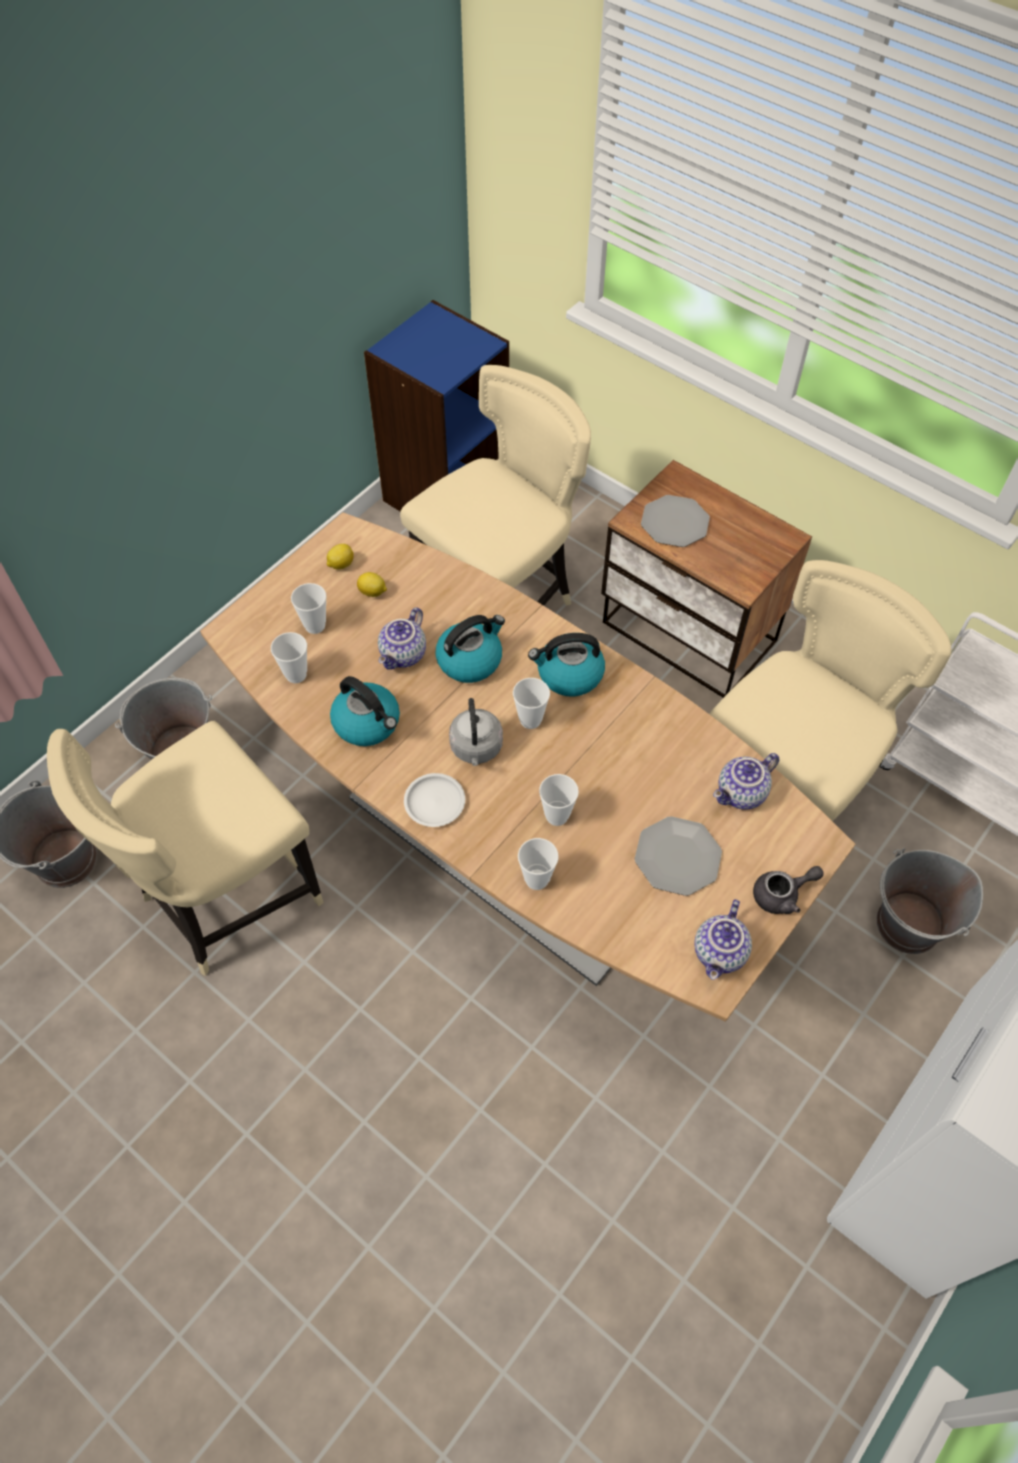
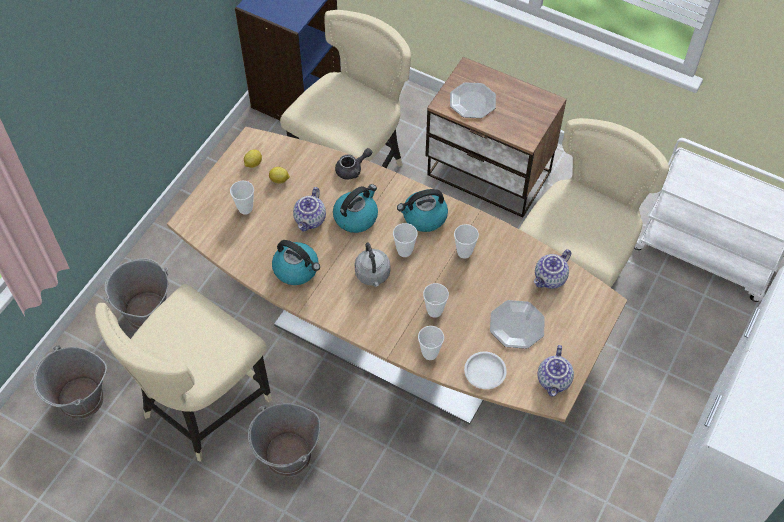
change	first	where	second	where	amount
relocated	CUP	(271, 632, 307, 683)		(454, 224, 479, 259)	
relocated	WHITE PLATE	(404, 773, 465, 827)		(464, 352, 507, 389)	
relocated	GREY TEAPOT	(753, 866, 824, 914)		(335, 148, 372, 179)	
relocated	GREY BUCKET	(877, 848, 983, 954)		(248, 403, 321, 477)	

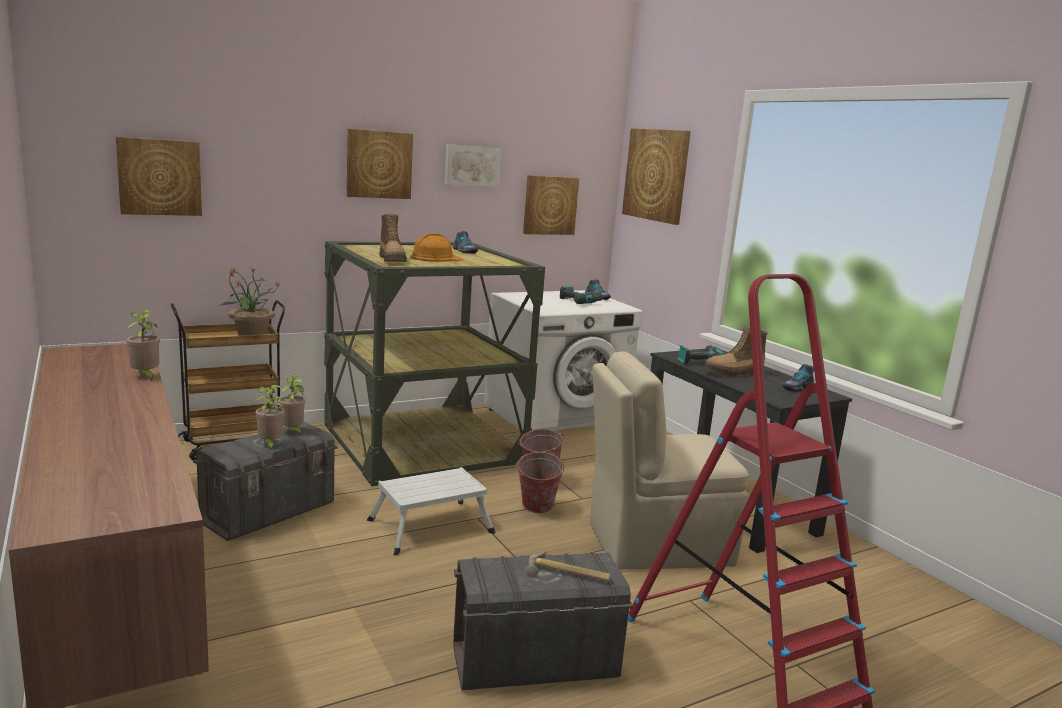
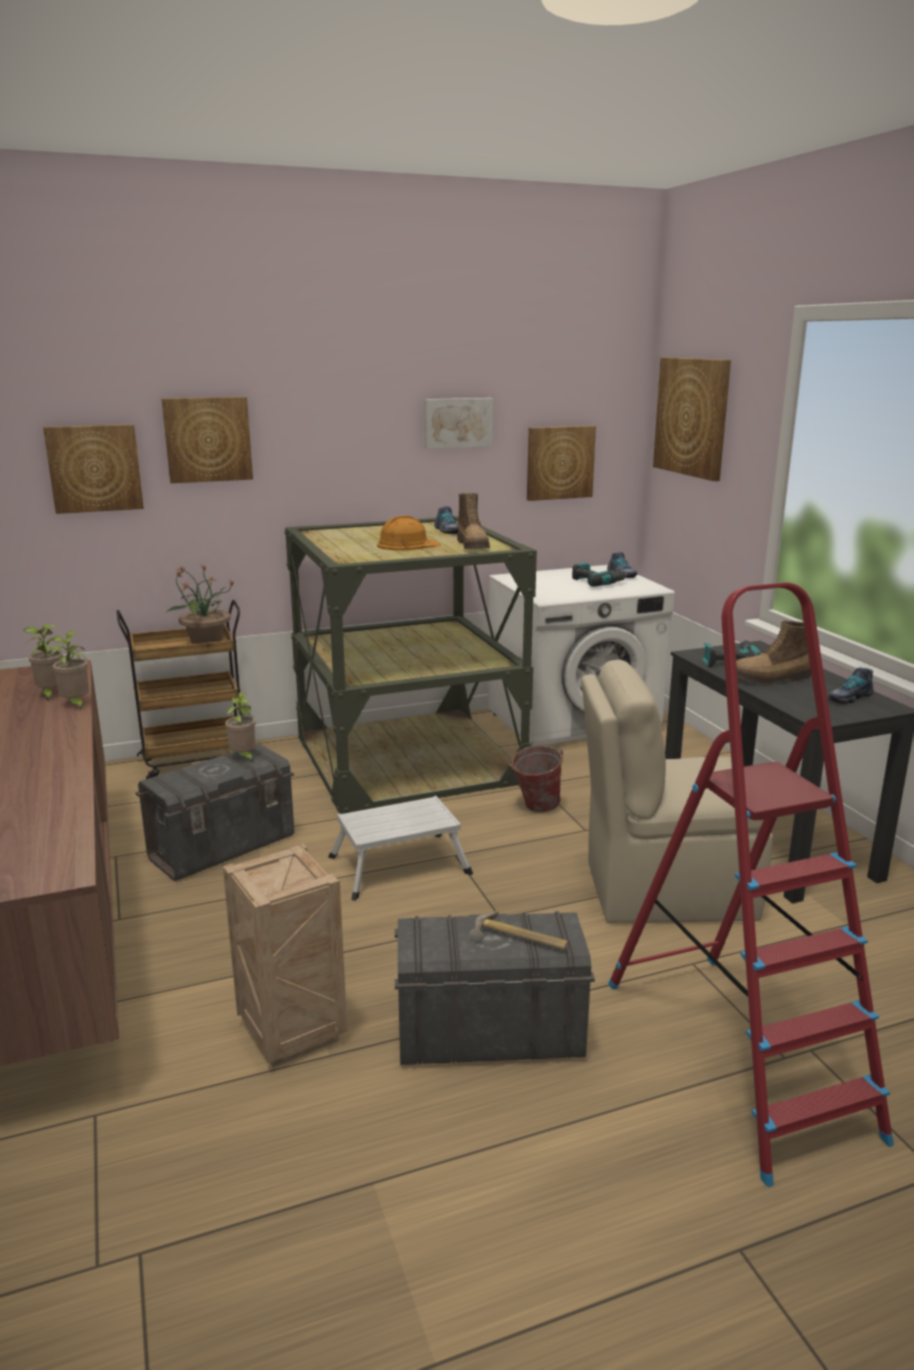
change	first	where	second	where	amount
missing	BUCKET	(514, 452, 564, 513)			
appeared			CRATE	(223, 843, 347, 1068)	
relocated	POTTED PLANT	(255, 384, 284, 451)		(23, 624, 63, 701)	
relocated	PICTURE	(347, 129, 413, 199)		(162, 397, 253, 483)	
relocated	BOOT	(379, 214, 407, 262)		(457, 493, 490, 549)	

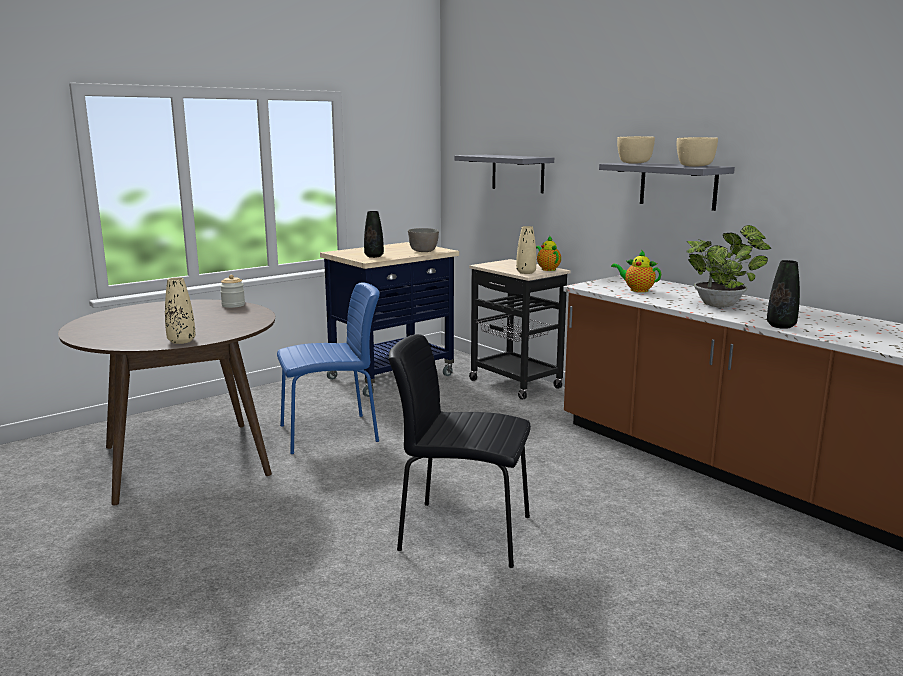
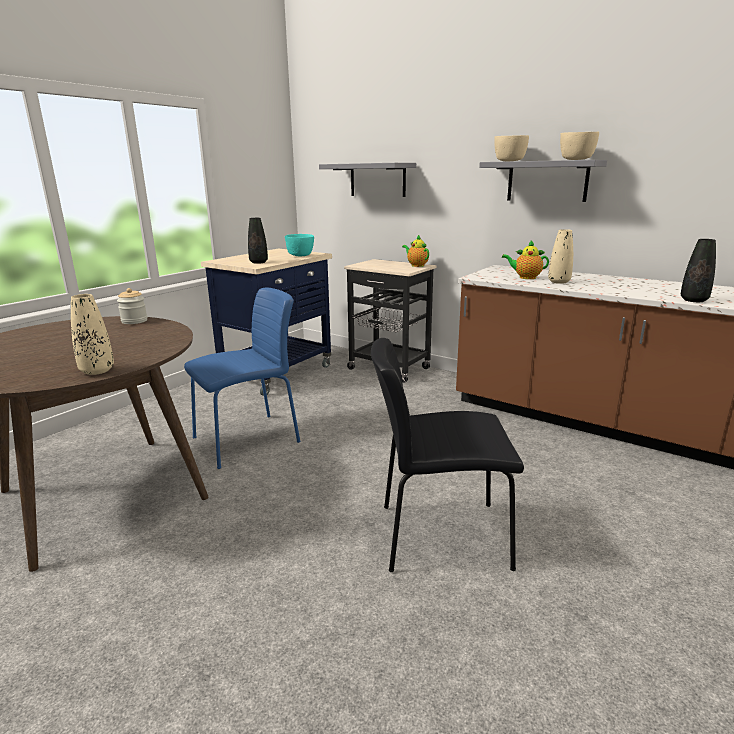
change	first	where	second	where	amount
missing	POTTED PLANT	(686, 225, 771, 307)			
relocated	BEIGE VASE	(516, 226, 536, 274)		(548, 229, 573, 284)	
colour	GREY BOWL	(408, 228, 439, 252)	TURQUOISE BOWL	(285, 234, 314, 256)	

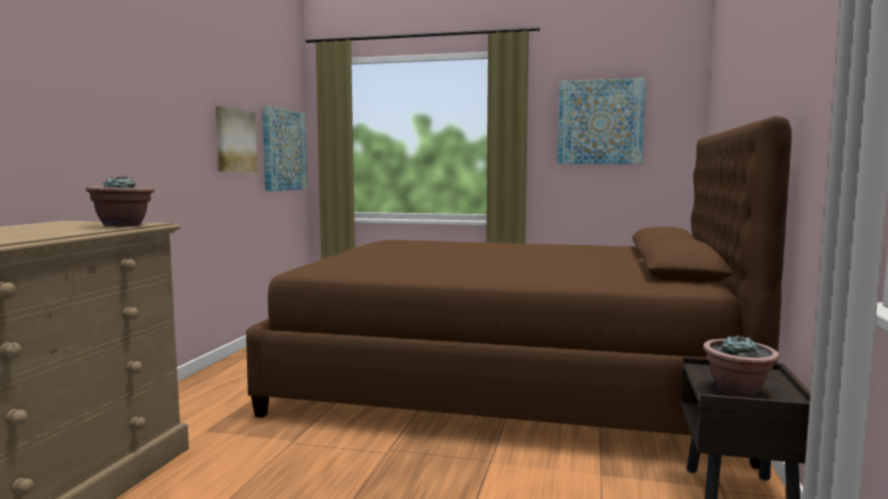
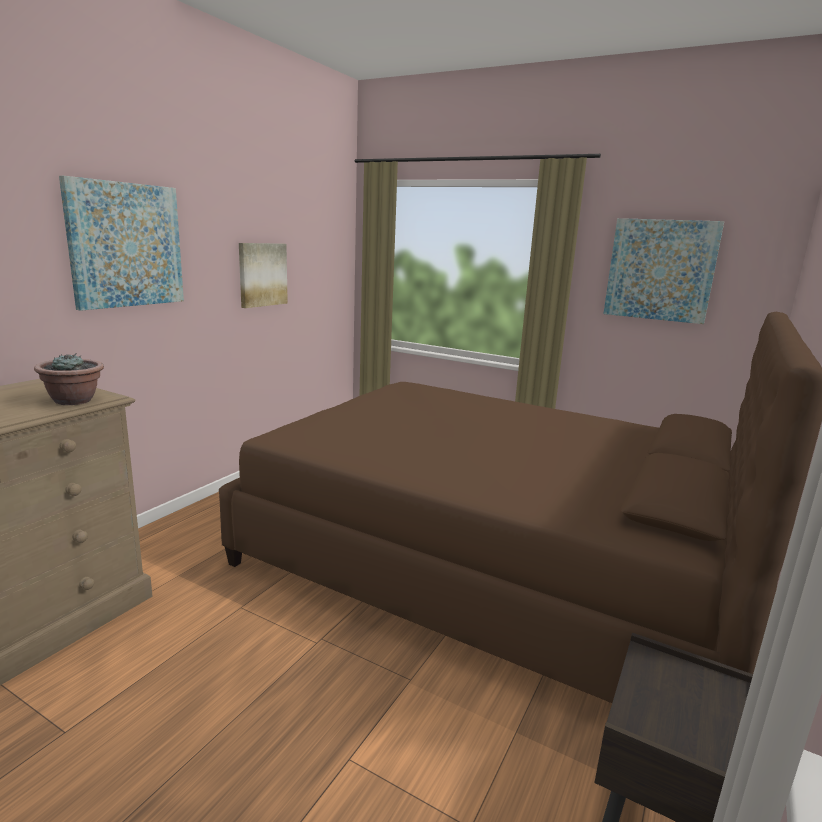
change	first	where	second	where	amount
missing	POTTED PLANT	(703, 334, 780, 396)			
relocated	PICTURE	(262, 105, 307, 191)		(59, 176, 184, 311)	

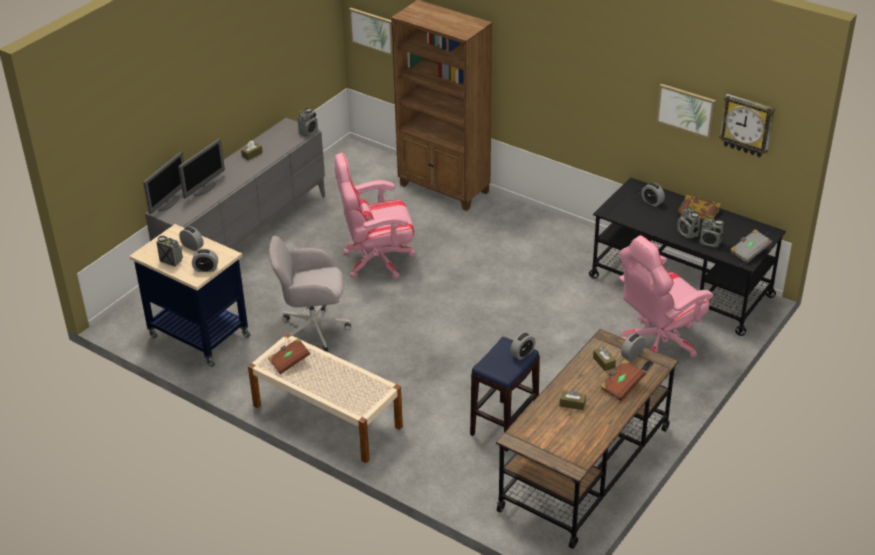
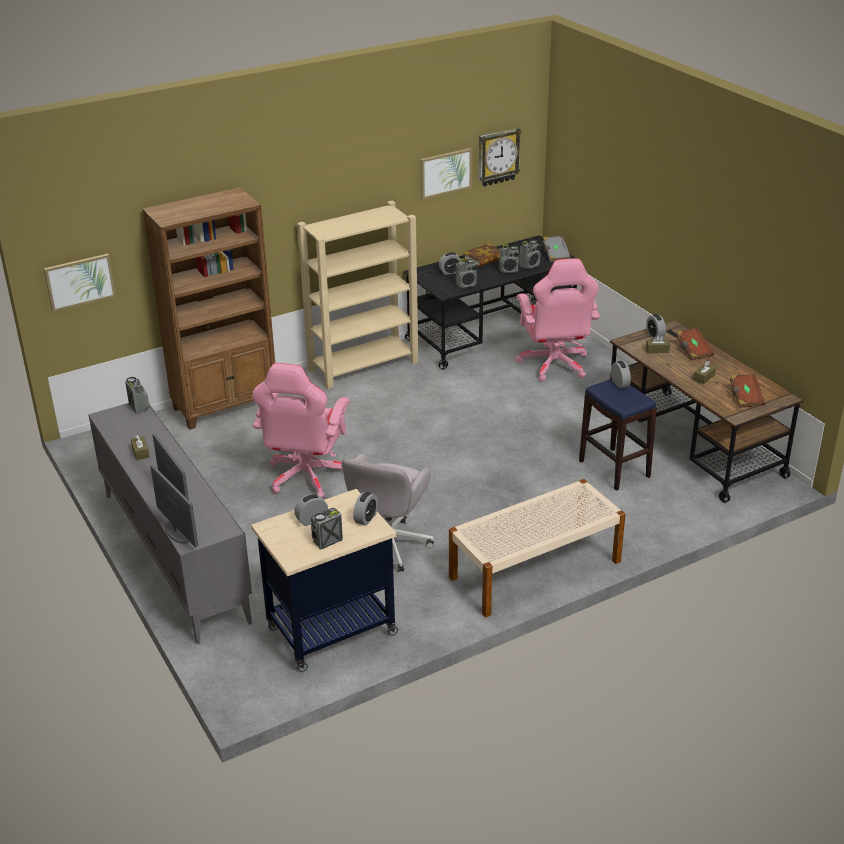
change	first	where	second	where	amount
appeared			BEIGE BOOKCASE	(297, 201, 418, 390)	
appeared			RADIO	(456, 259, 477, 288)	
relocated	BROWN BOOK	(268, 338, 310, 374)		(730, 374, 765, 408)	

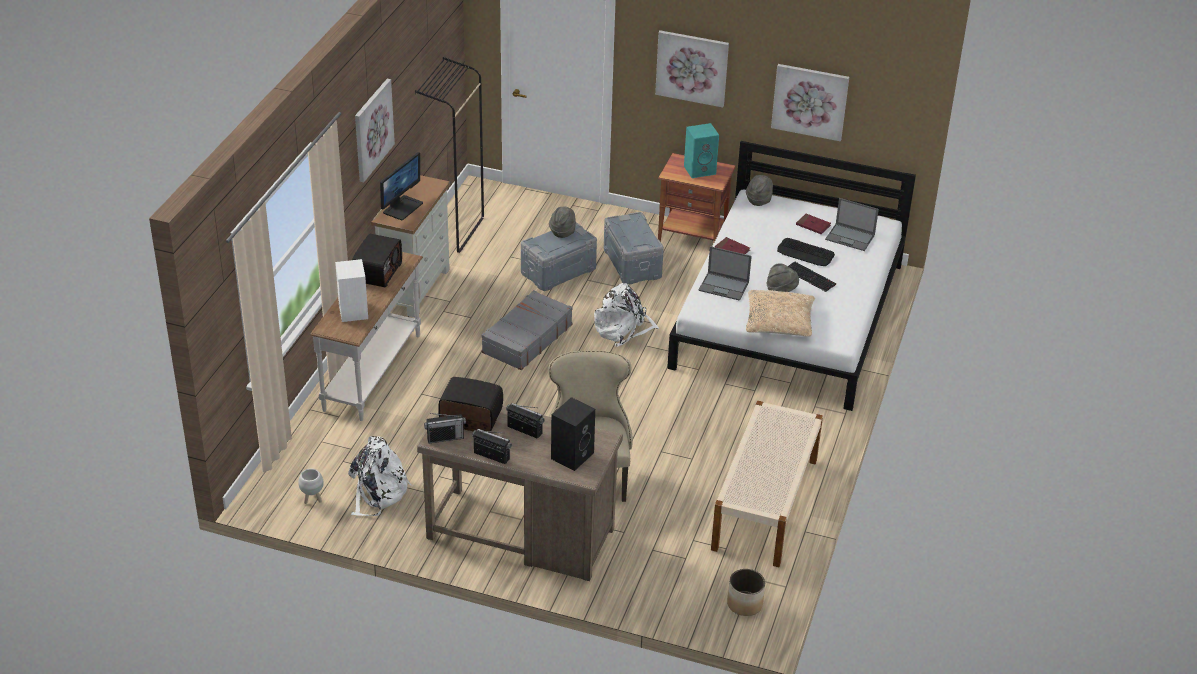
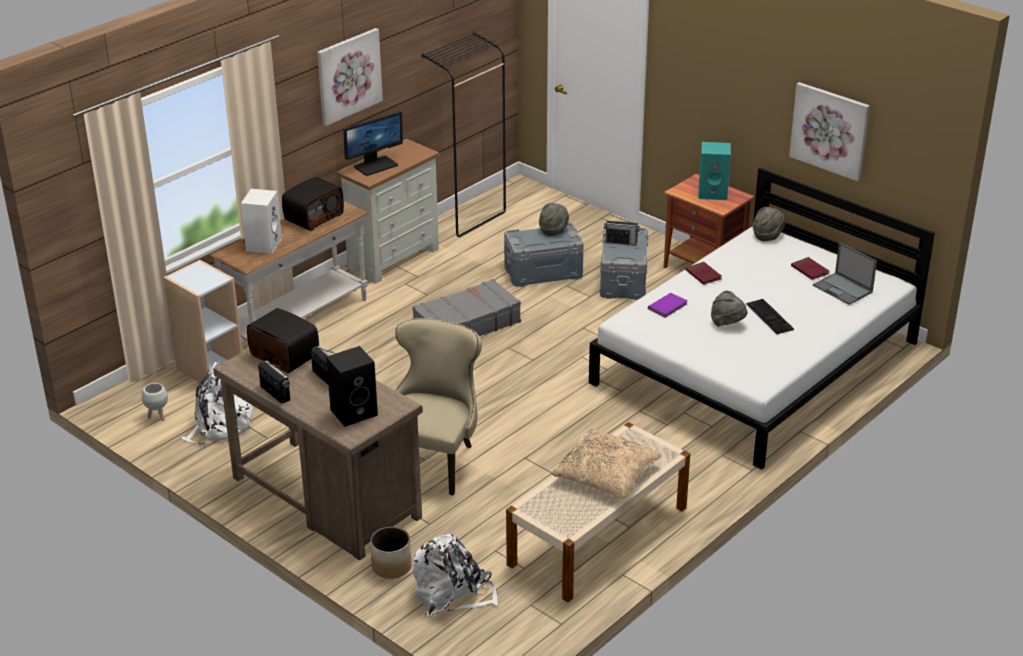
change	first	where	second	where	amount
missing	PICTURE	(655, 30, 729, 108)			
missing	KEYBOARD	(777, 238, 835, 266)			
appeared			BOOKCASE	(163, 260, 243, 386)	
relocated	RADIO	(424, 413, 466, 444)		(604, 214, 640, 246)	
relocated	WHITE BACKPACK	(594, 283, 659, 347)		(413, 534, 498, 617)	
relocated	PLANTER	(727, 569, 765, 616)		(370, 527, 412, 579)	
relocated	BEIGE PILLOW	(746, 290, 815, 337)		(551, 428, 662, 499)	
exchanged	LAPTOP	(698, 246, 752, 301)	PURPLE BOOK	(648, 293, 687, 318)	

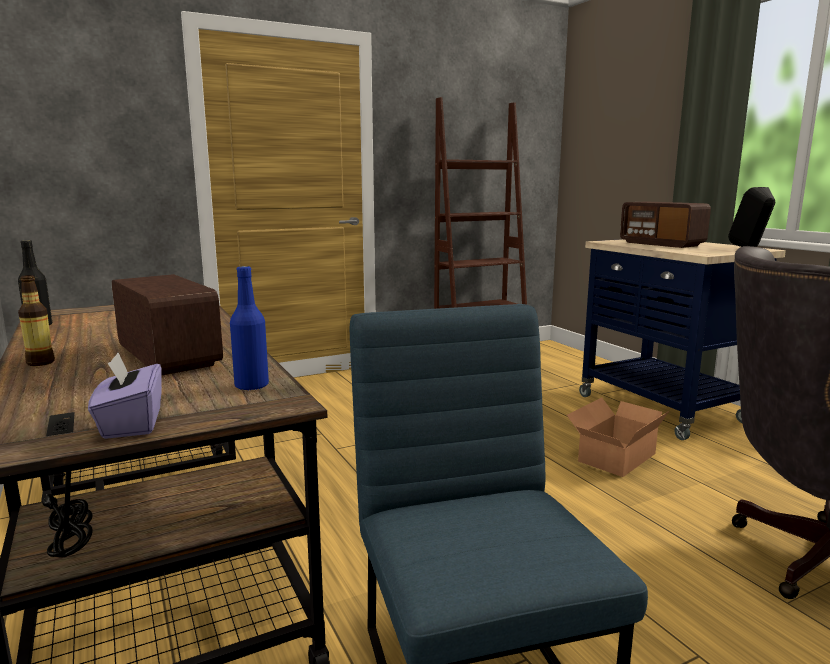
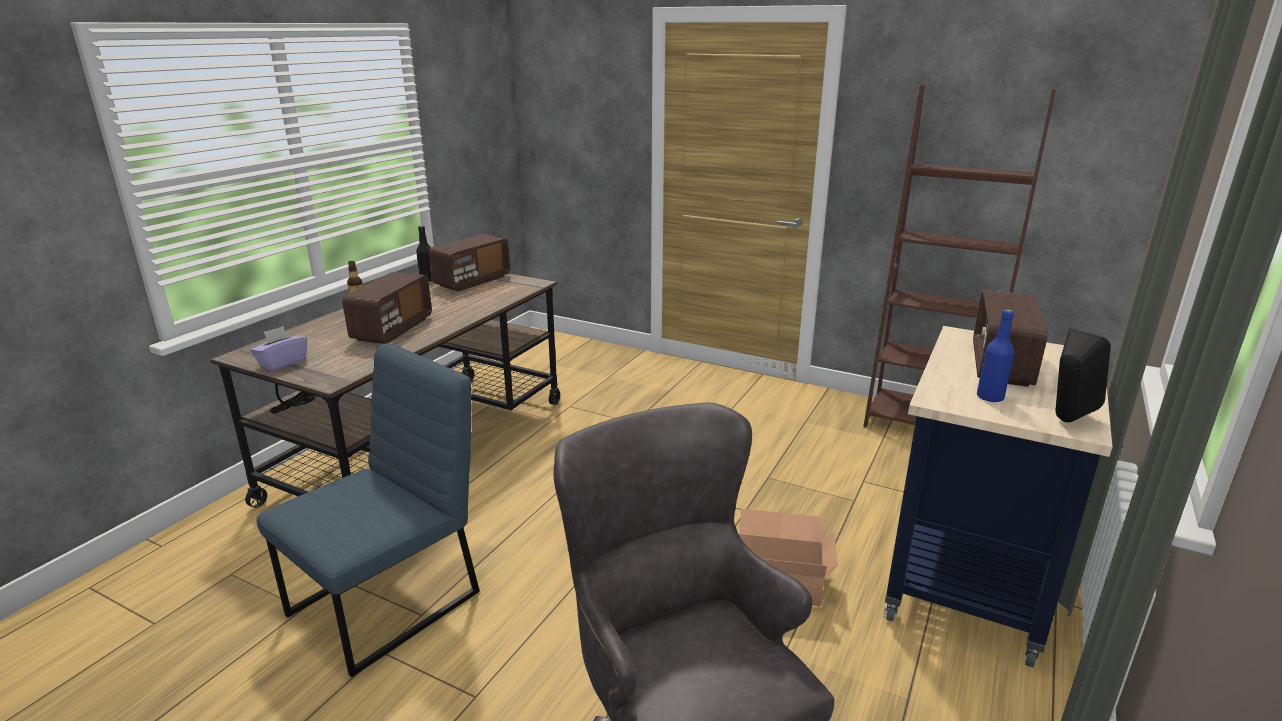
change	first	where	second	where	amount
appeared			RADIO	(429, 234, 510, 292)	
relocated	BLUE BOTTLE	(230, 266, 269, 390)		(977, 309, 1015, 402)	

